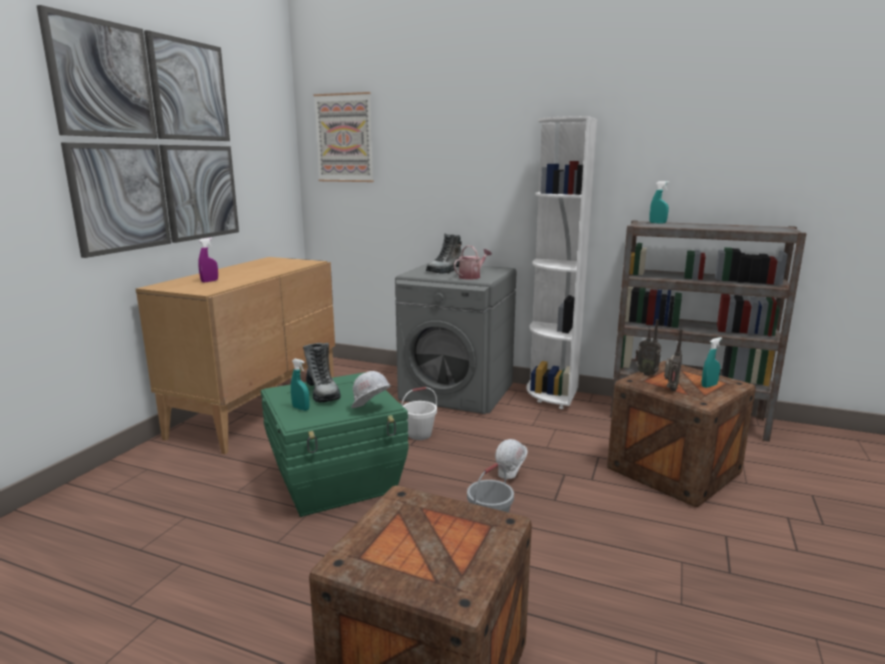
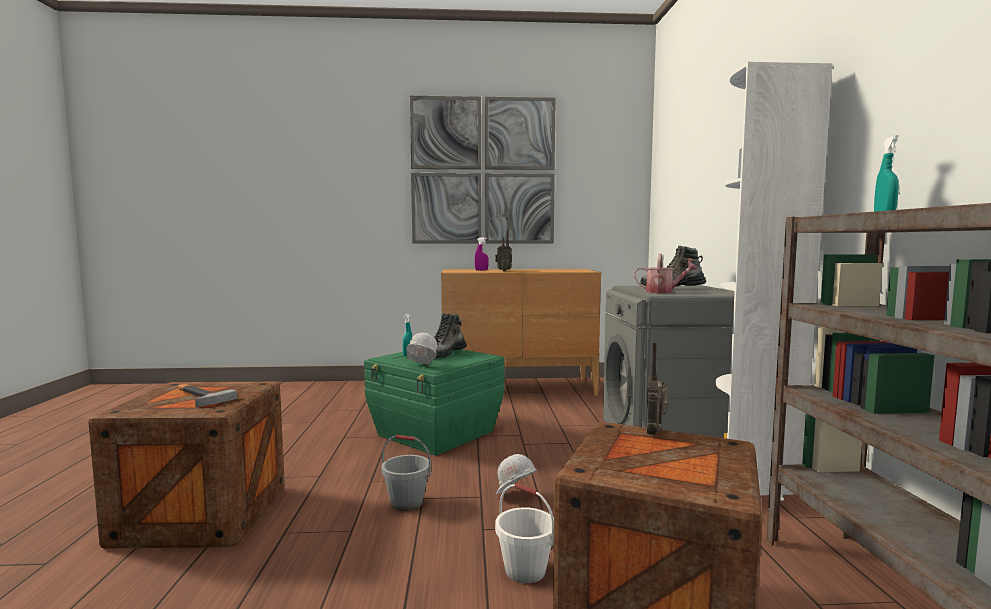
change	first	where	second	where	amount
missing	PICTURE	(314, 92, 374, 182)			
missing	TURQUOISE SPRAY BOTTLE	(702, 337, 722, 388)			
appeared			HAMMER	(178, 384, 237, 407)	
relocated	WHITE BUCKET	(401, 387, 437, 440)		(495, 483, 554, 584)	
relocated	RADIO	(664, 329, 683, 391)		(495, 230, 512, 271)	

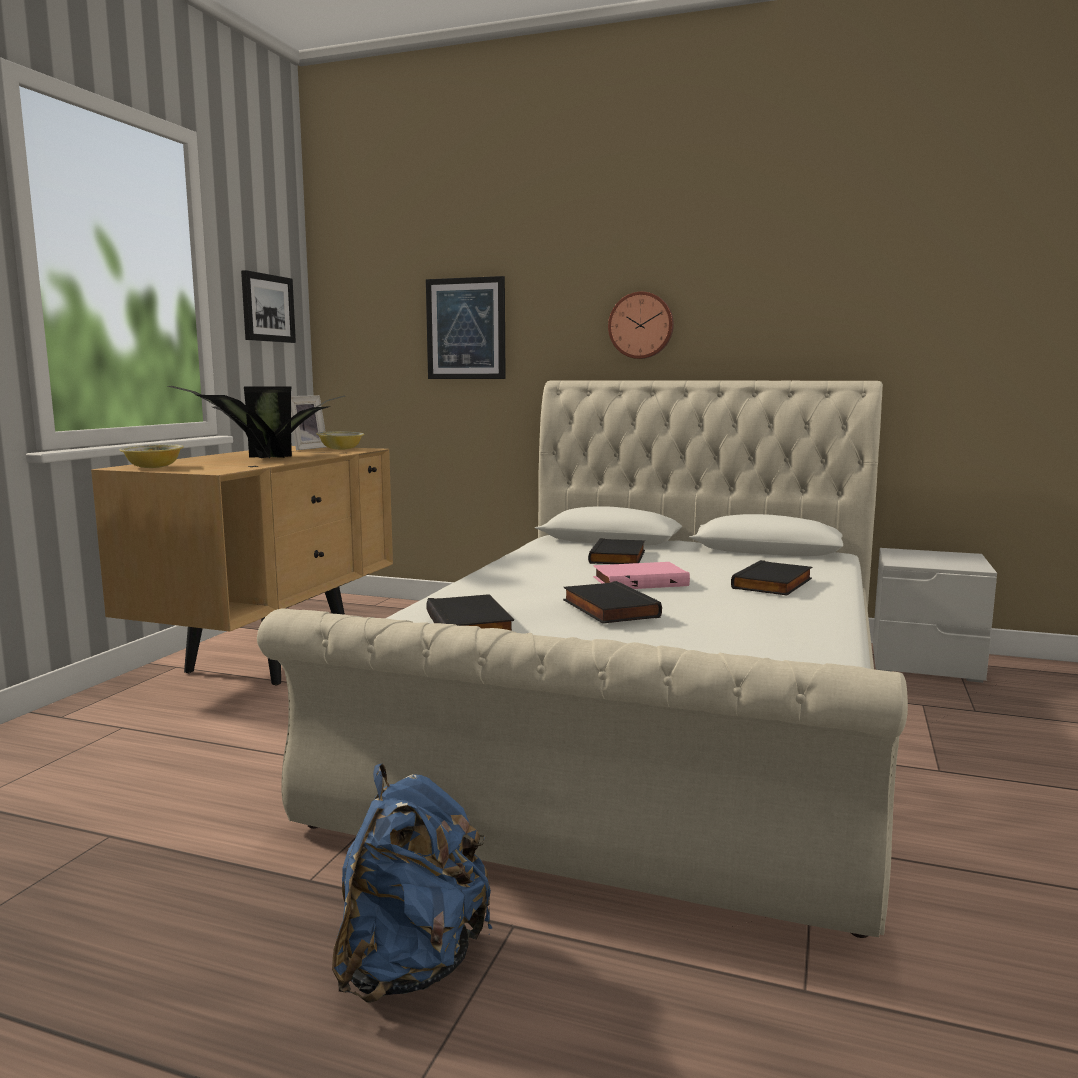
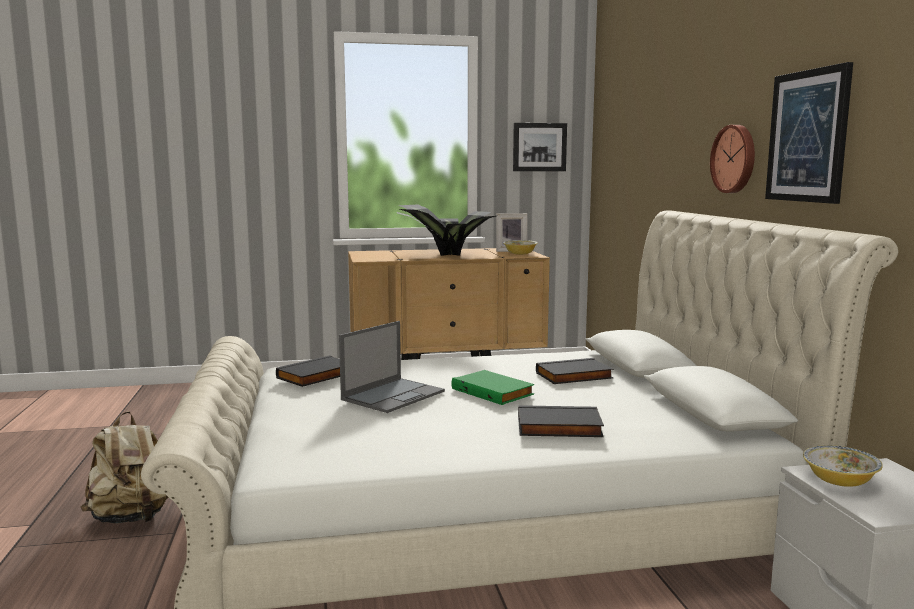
change	first	where	second	where	amount
relocated	BOWL	(120, 444, 184, 468)		(803, 445, 883, 487)	
relocated	PICTURE	(426, 276, 506, 379)		(765, 62, 853, 204)	
exchanged	BLACK BOOK	(563, 581, 662, 624)	LAPTOP	(339, 321, 445, 413)	
colour	BLUE BACKPACK	(332, 763, 493, 1002)	BEIGE BACKPACK	(81, 411, 169, 524)	
colour	PINK BOOK	(593, 562, 690, 589)	GREEN BOOK	(451, 370, 534, 405)	

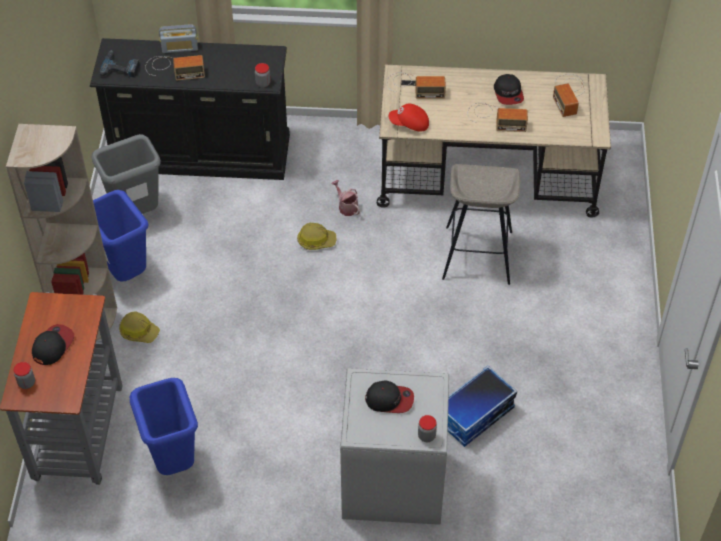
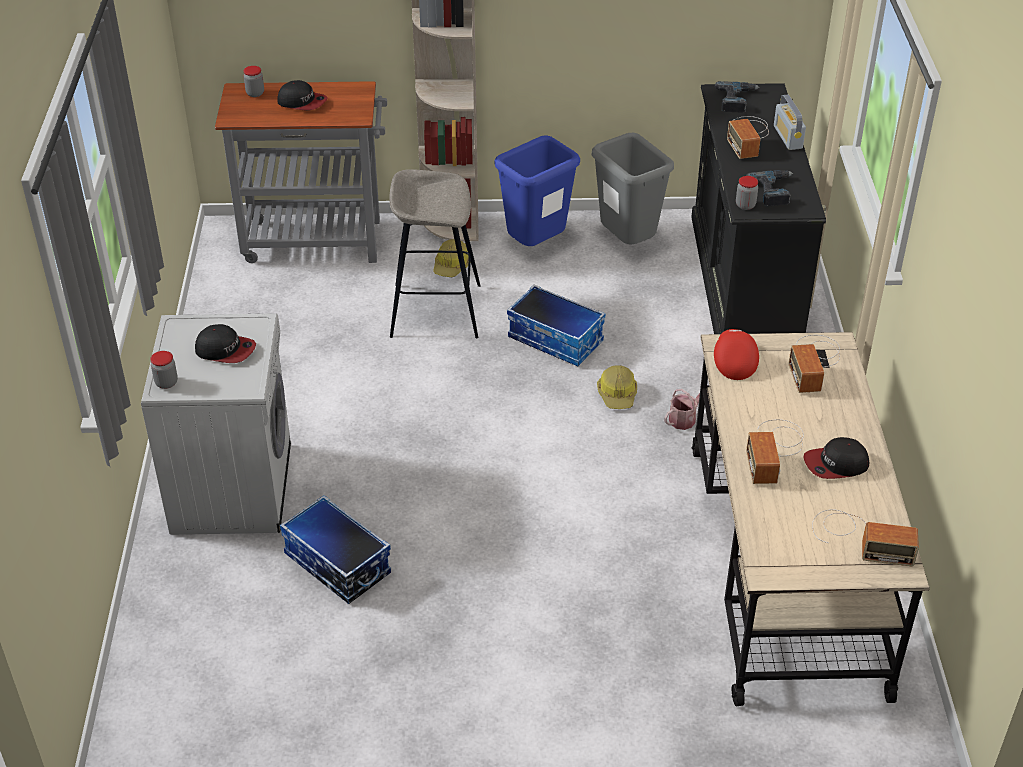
change	first	where	second	where	amount
missing	BLUE TRASH CAN	(130, 378, 198, 475)			
appeared			STORAGE BOX	(507, 285, 605, 366)	
appeared			POWER DRILL	(746, 170, 793, 207)	
relocated	GREY STOOL	(442, 164, 520, 285)		(389, 169, 480, 338)	
spun	CAP	(365, 380, 414, 413)		(195, 324, 256, 363)	75 degrees counterclockwise
spun	RADIO	(553, 74, 585, 117)		(812, 509, 919, 566)	150 degrees counterclockwise

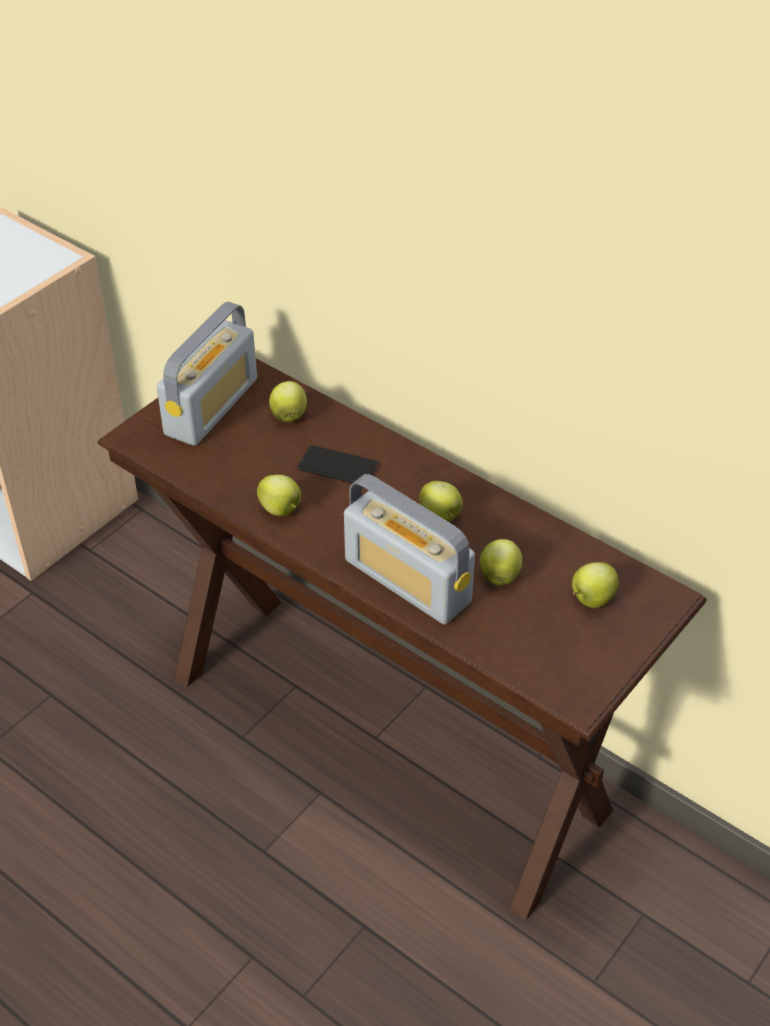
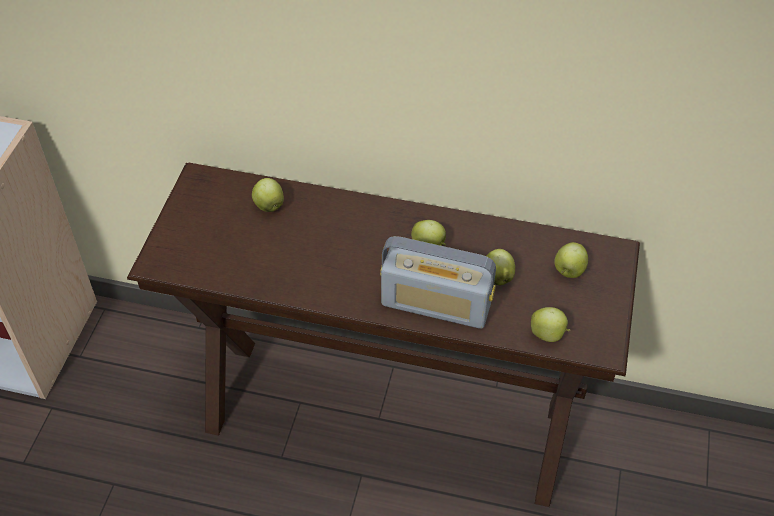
change	first	where	second	where	amount
missing	RADIO	(157, 302, 257, 446)			
missing	PHONE	(298, 445, 378, 483)			
relocated	APPLE	(257, 475, 301, 516)		(531, 307, 571, 342)	

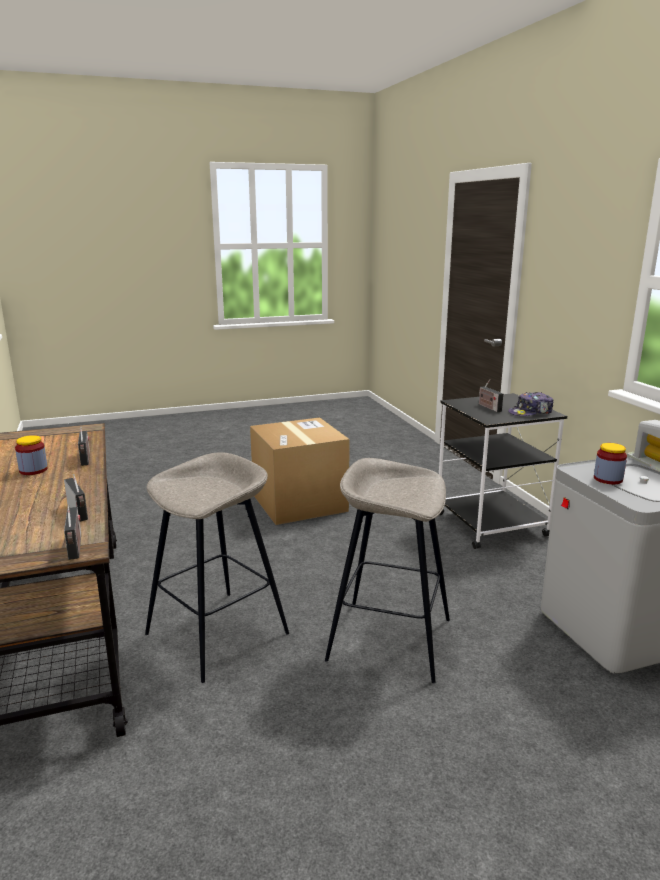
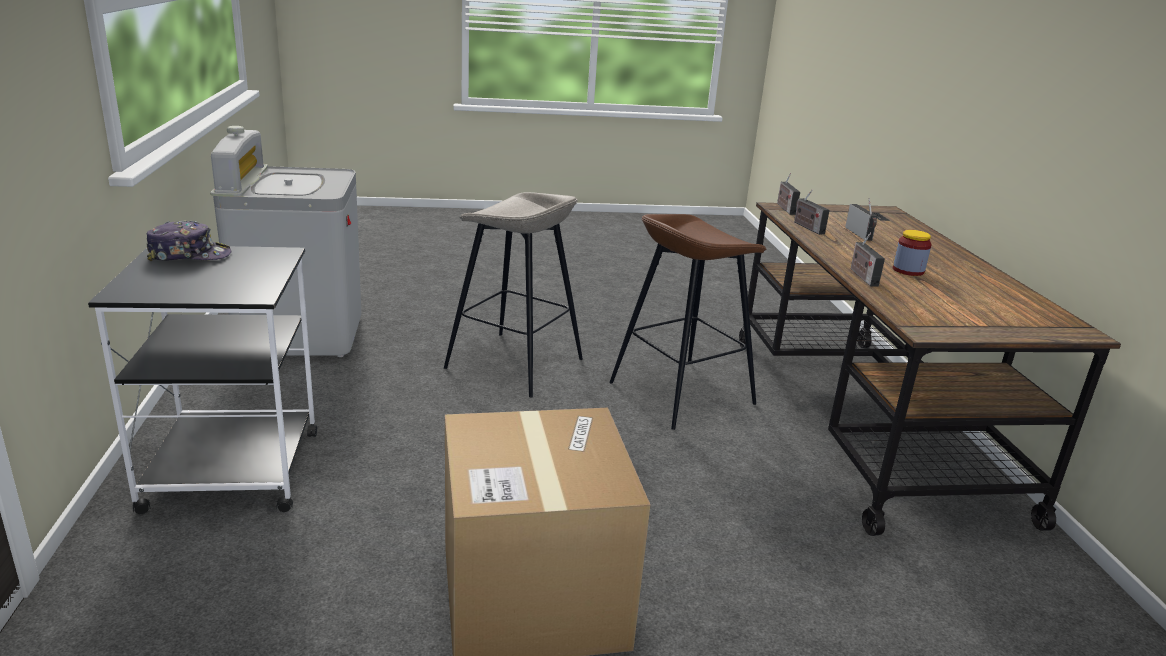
change	first	where	second	where	amount
missing	JAR	(594, 443, 627, 484)			
relocated	RADIO	(479, 379, 503, 412)		(845, 198, 877, 241)	
colour	GREY STOOL	(145, 452, 289, 683)	BROWN STOOL	(609, 214, 767, 430)	

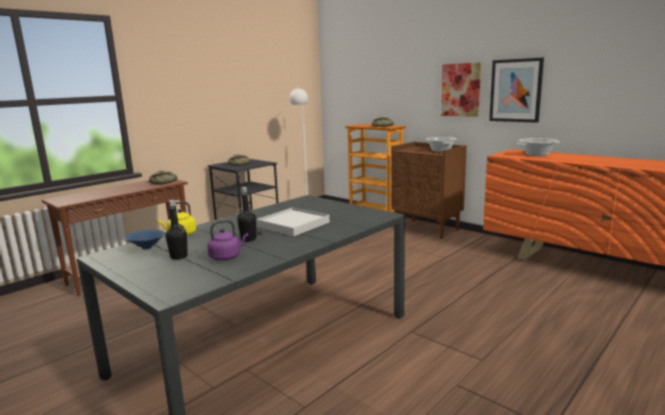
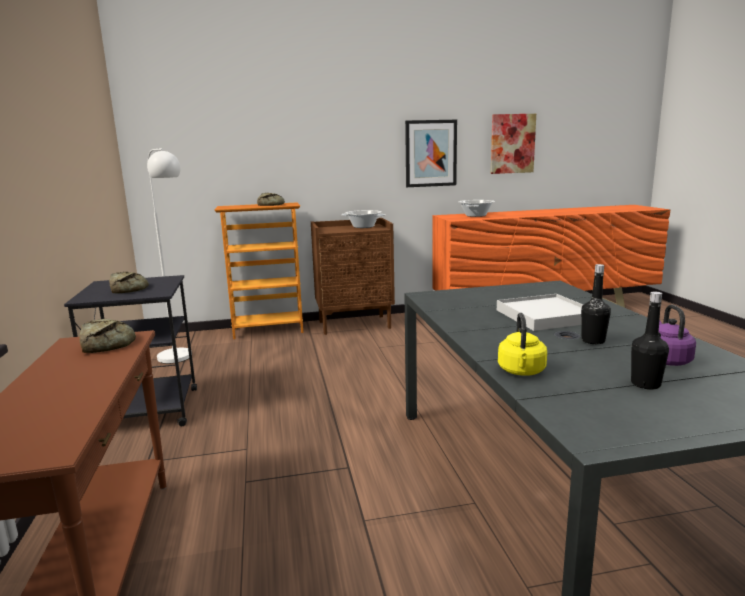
change	first	where	second	where	amount
missing	BLUE BOWL	(124, 229, 165, 250)			
relocated	PICTURE	(441, 62, 481, 117)		(491, 114, 536, 174)	

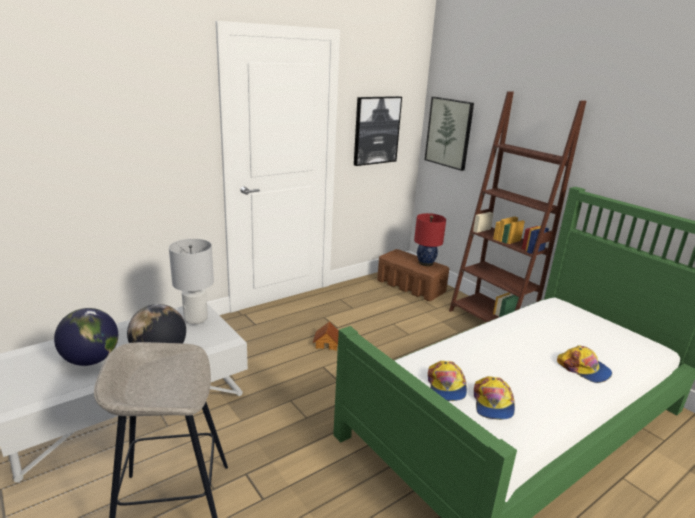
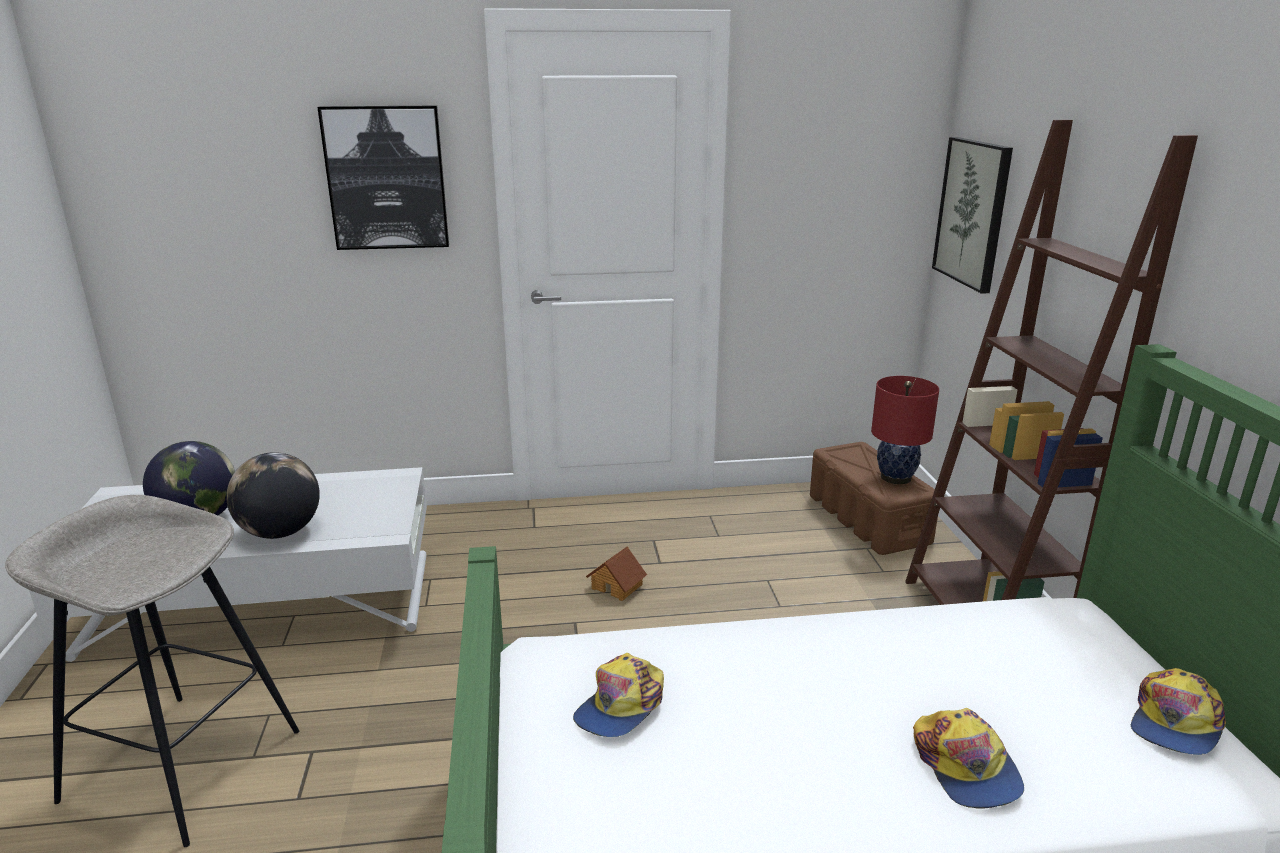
change	first	where	second	where	amount
missing	GREY TABLE LAMP	(169, 239, 214, 324)			
relocated	PICTURE	(354, 96, 402, 166)		(317, 106, 449, 250)	
relocated	CAP	(474, 376, 515, 420)		(1131, 668, 1226, 755)	

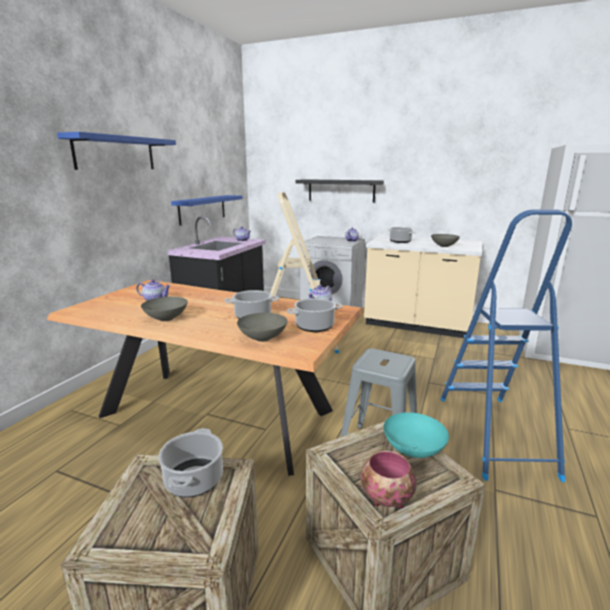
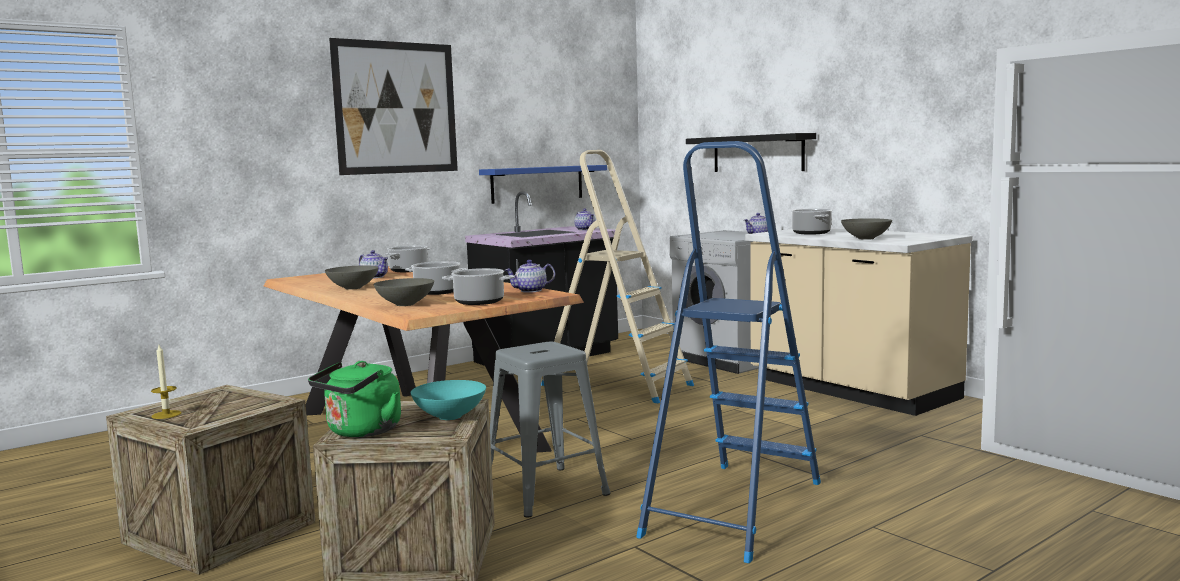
change	first	where	second	where	amount
appeared			CANDLE	(151, 345, 182, 419)	
relocated	COOKING POT	(158, 428, 223, 497)		(385, 245, 430, 272)	
exchanged	BLUE SHELF	(57, 132, 176, 170)	PICTURE	(329, 38, 458, 175)	
exchanged	BOWL	(361, 451, 416, 509)	GREEN KETTLE	(308, 361, 401, 437)	

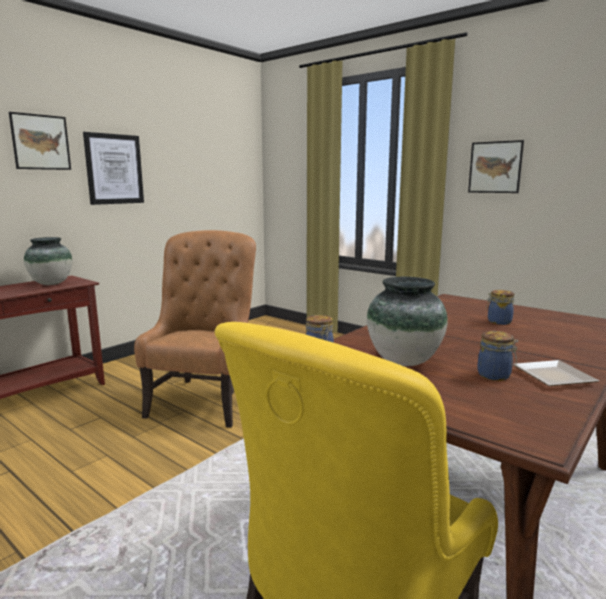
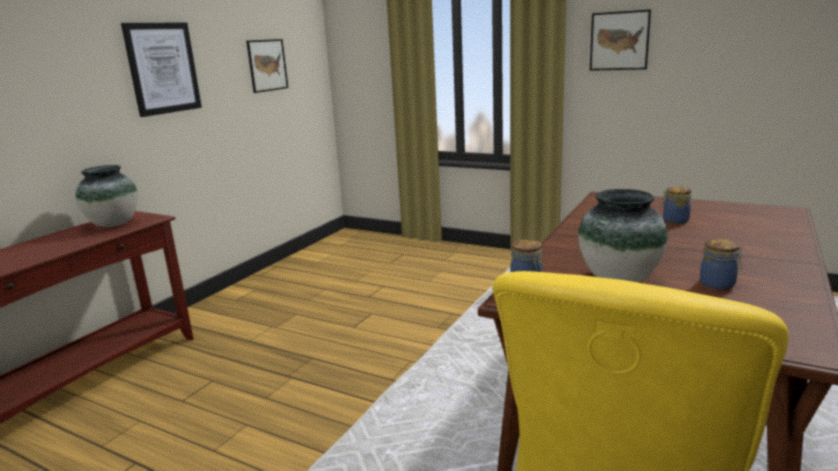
change	first	where	second	where	amount
missing	BROWN CHAIR	(134, 230, 256, 428)			
missing	PLATE	(513, 360, 599, 386)			
relocated	PICTURE	(9, 112, 71, 170)		(246, 39, 288, 93)	

